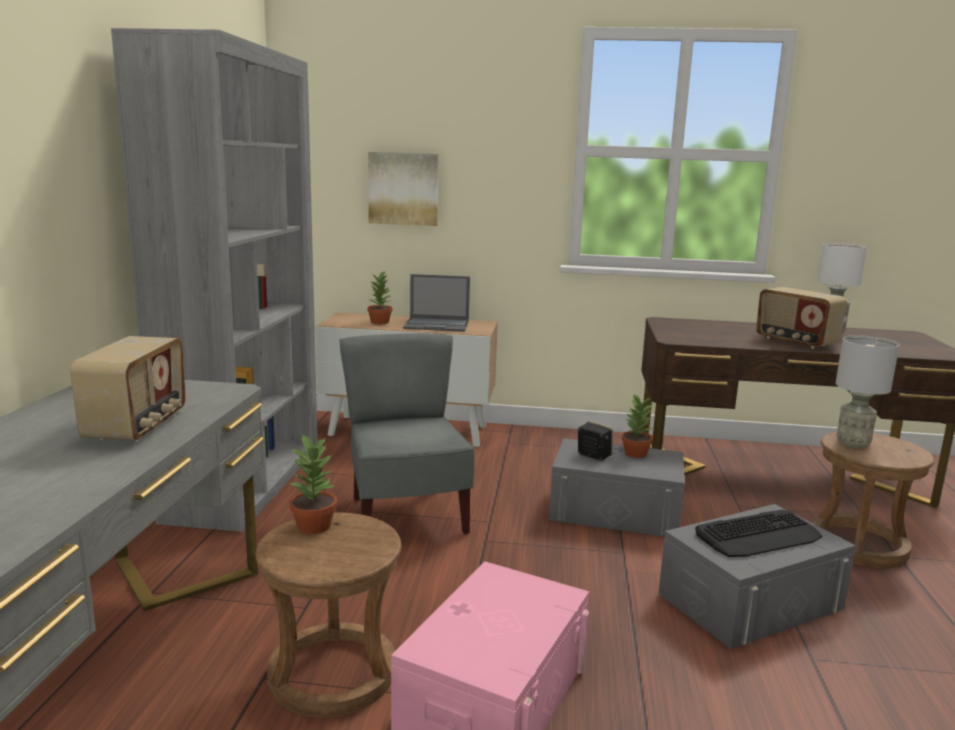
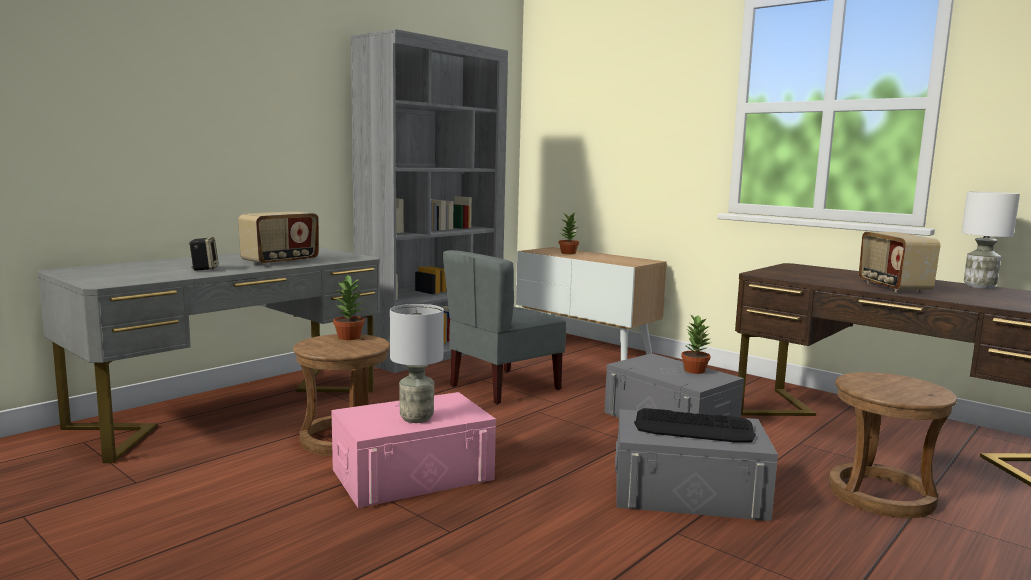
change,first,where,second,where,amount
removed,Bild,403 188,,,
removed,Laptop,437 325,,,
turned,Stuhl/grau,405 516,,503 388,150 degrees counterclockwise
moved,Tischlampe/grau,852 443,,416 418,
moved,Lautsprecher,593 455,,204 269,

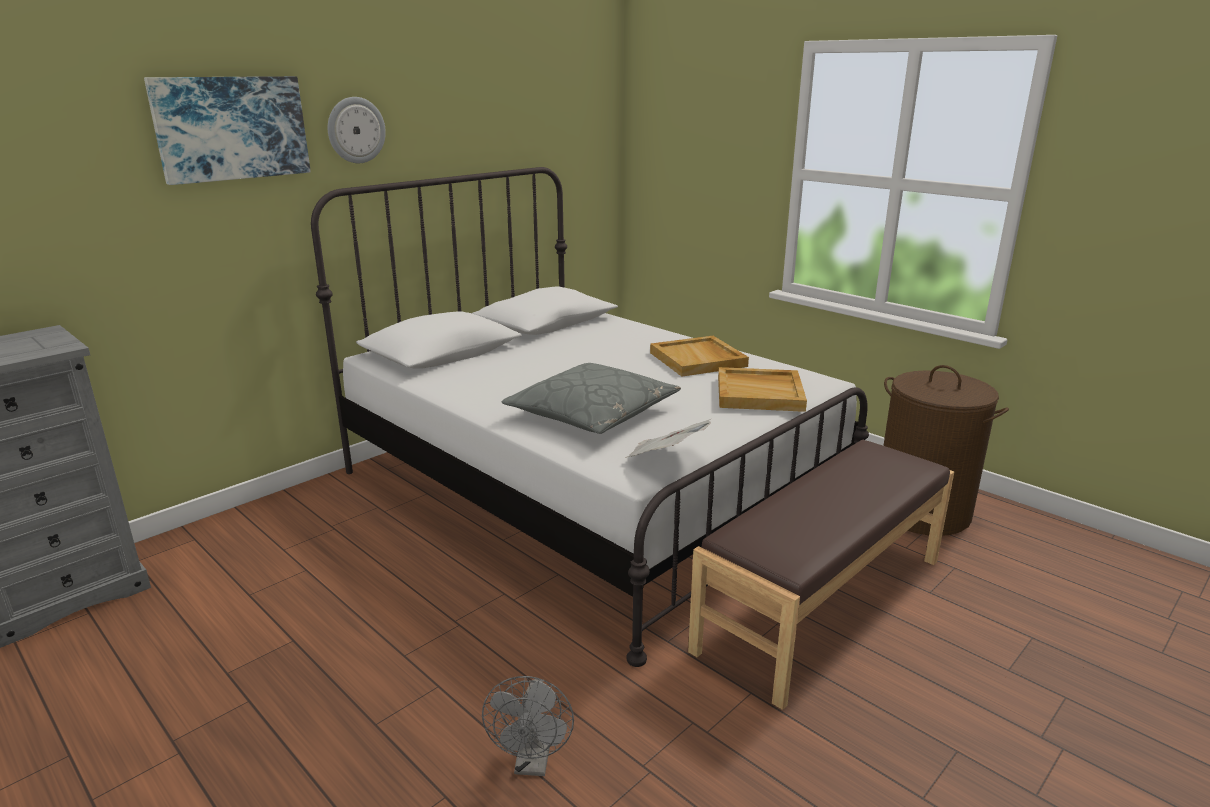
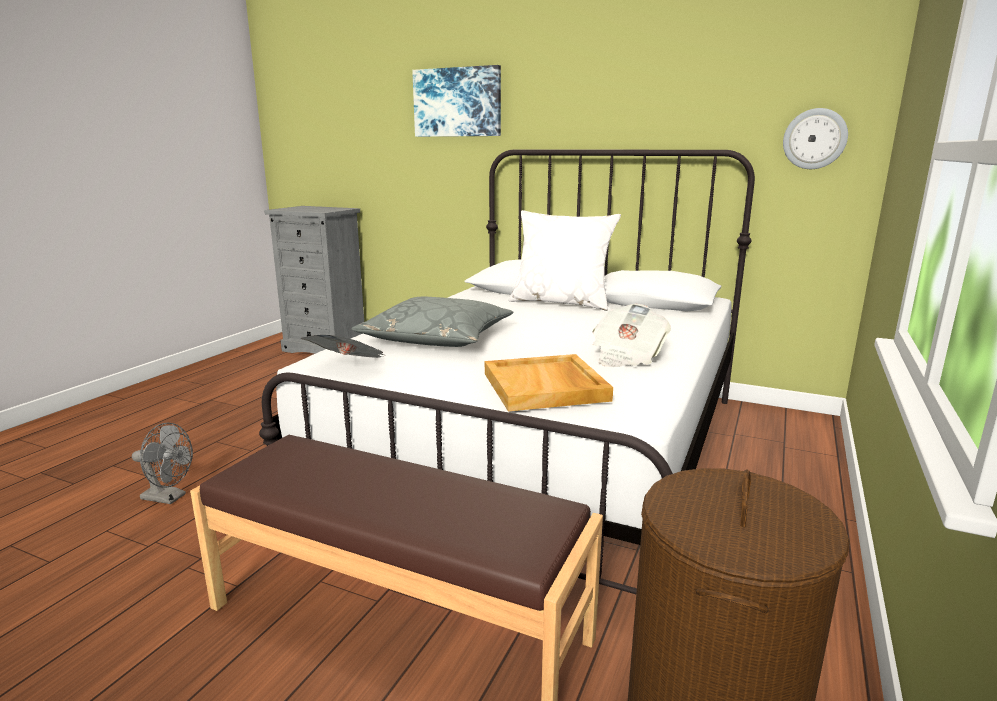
change,first,where,second,where,amount
moved,Wanduhr,356 130,,814 139,
replaced,Tablett/beige,699 359,Zeitung,626 356,
turned,Ventilator/grau,533 763,,169 497,150 degrees counterclockwise
added,,,Kissen/weiß,561 302,

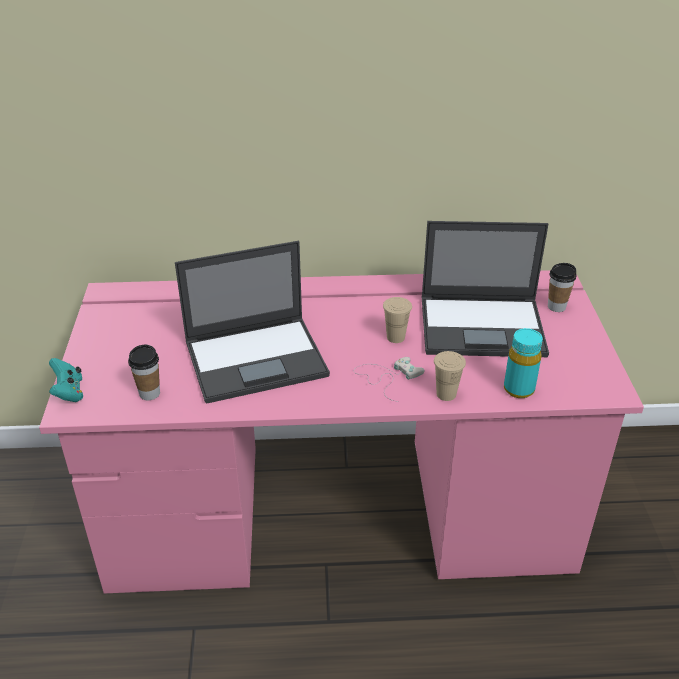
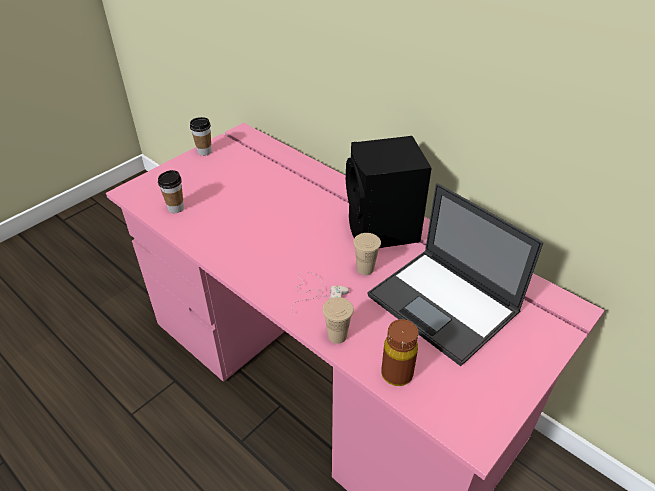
change,first,where,second,where,amount
removed,Laptop,257 358,,,
moved,Tasse,556 307,,204 151,
recoloured,Flasche/türkis,518 389,Flasche/braun,397 374,
removed,Gamepad/türkis,69 392,,,
added,,,Lautsprecher/schwarz,383 231,

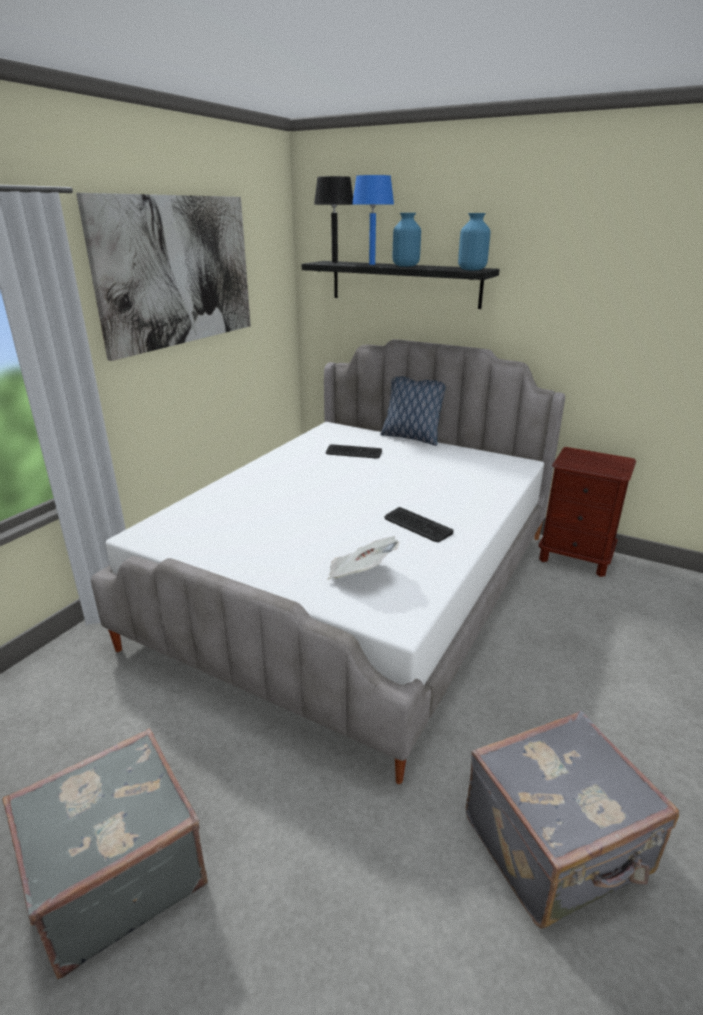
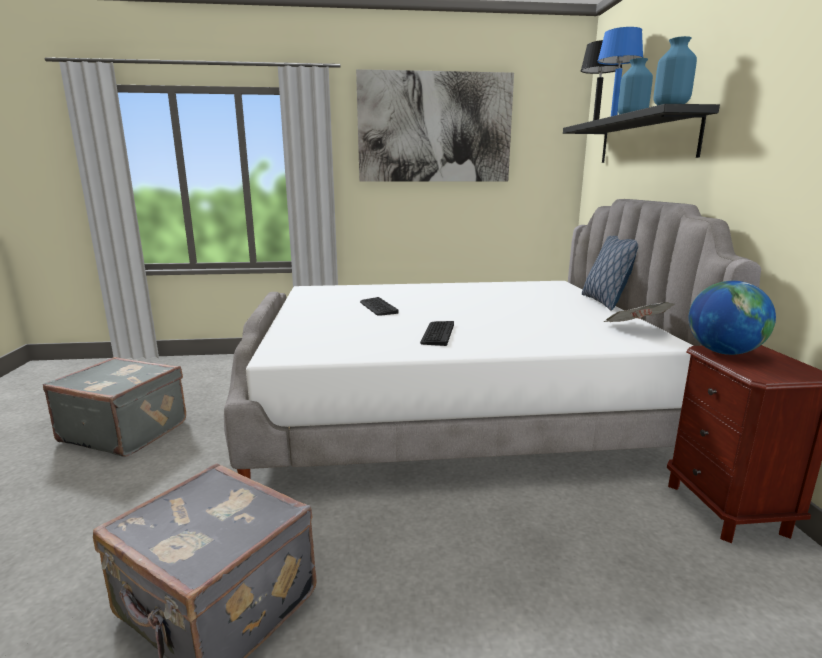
change,first,where,second,where,amount
moved,Tastatur,353 452,,378 307,
moved,Zeitung,360 574,,635 329,
added,,,Globus,723 352,

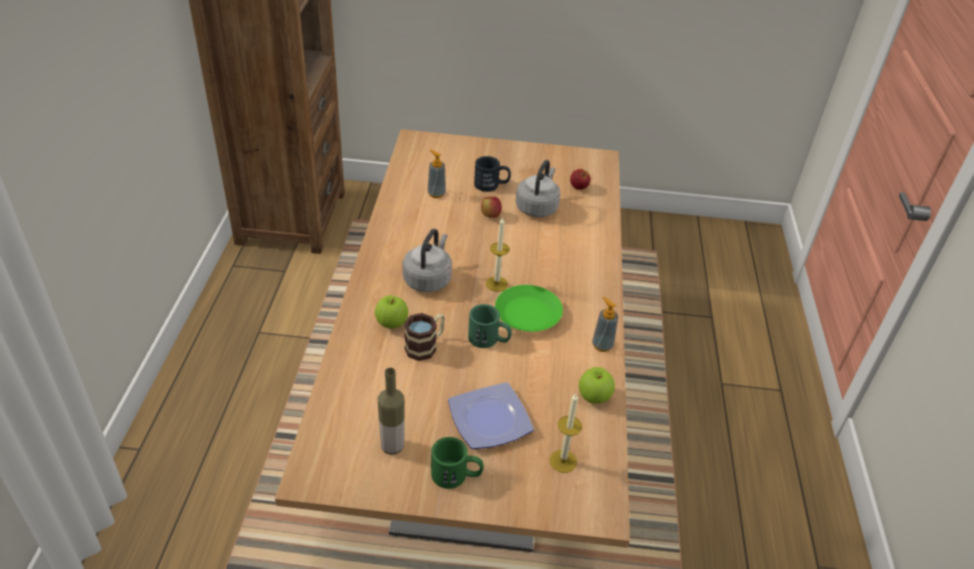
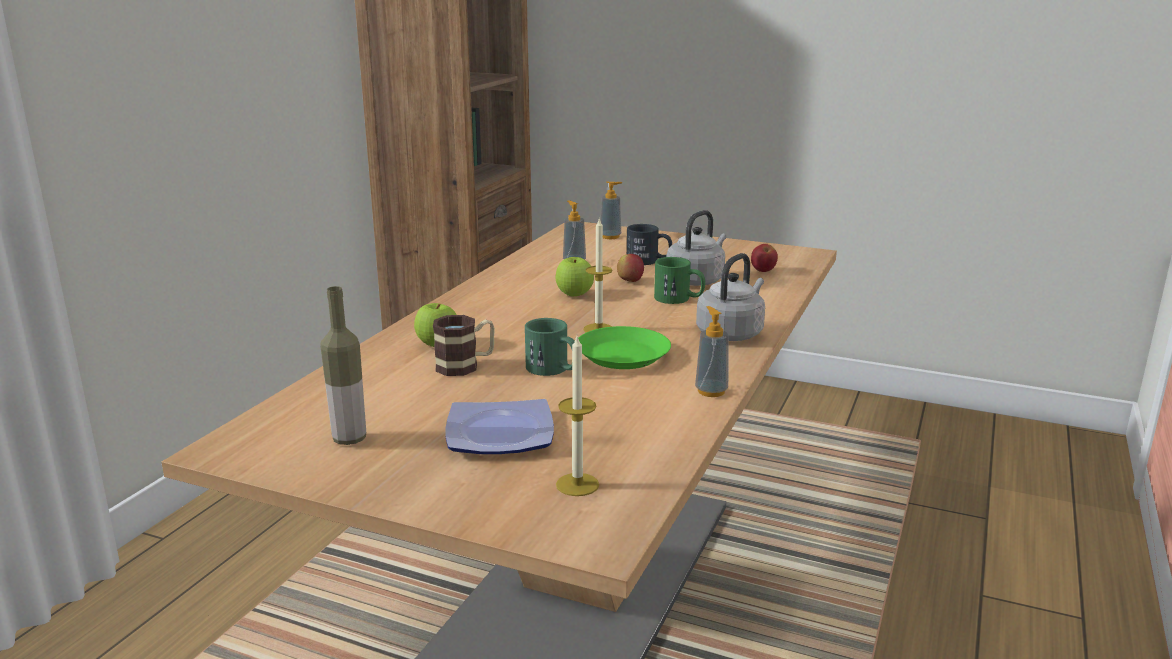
change,first,where,second,where,amount
moved,Wasserkessel/grau,428 279,,731 333,
moved,Apfel,594 397,,574 294,
moved,Henkelbecher/grün,456 475,,679 299,
added,,,Seifenspender,610 237,

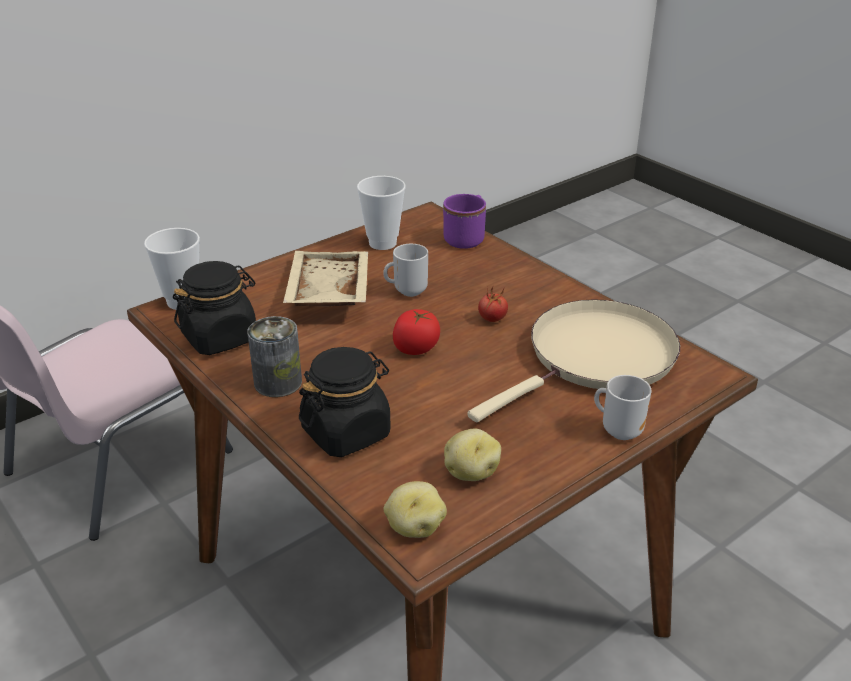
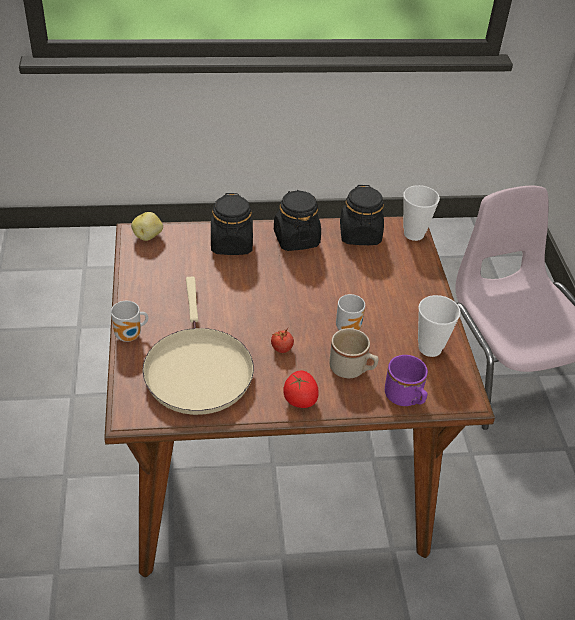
change,first,where,second,where,amount
removed,Tablett/beige,326 292,,,
moved,Tomate,416 348,,299 399,
replaced,Dose,278 382,Vorratsglas/schwarz,296 238,
removed,Kartoffel,470 472,,,
added,,,Henkelbecher/beige,352 369,

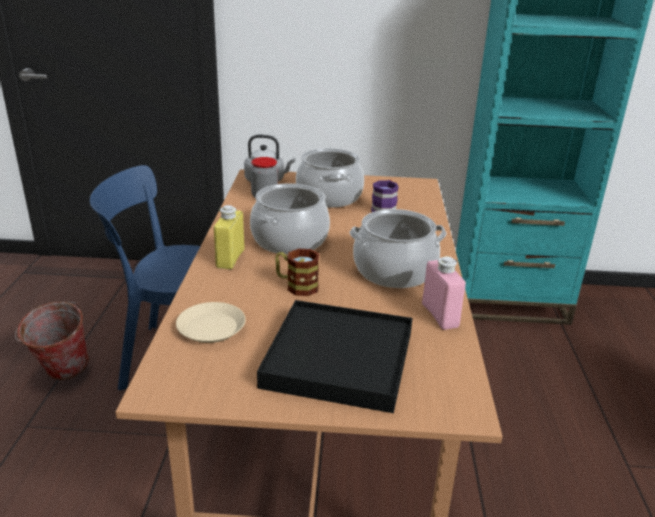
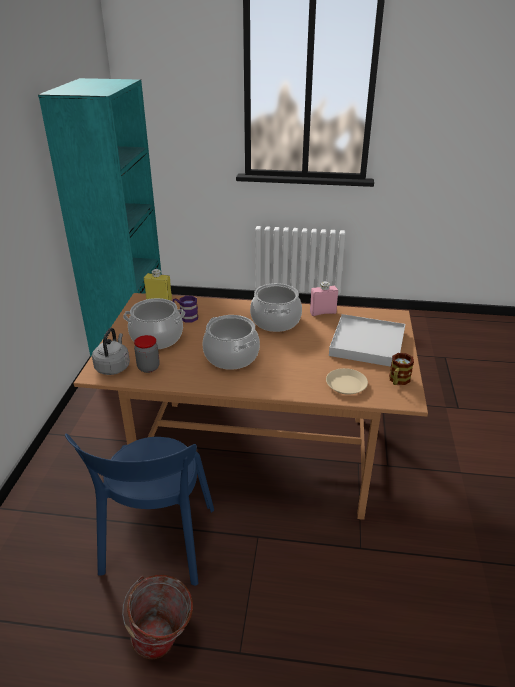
change,first,where,second,where,amount
moved,Flasche/gelb,230 259,,159 299,
moved,Henkelbecher,296 286,,398 381,
recoloured,Tablett/schwarz,339 359,Tablett/weiß,367 343,

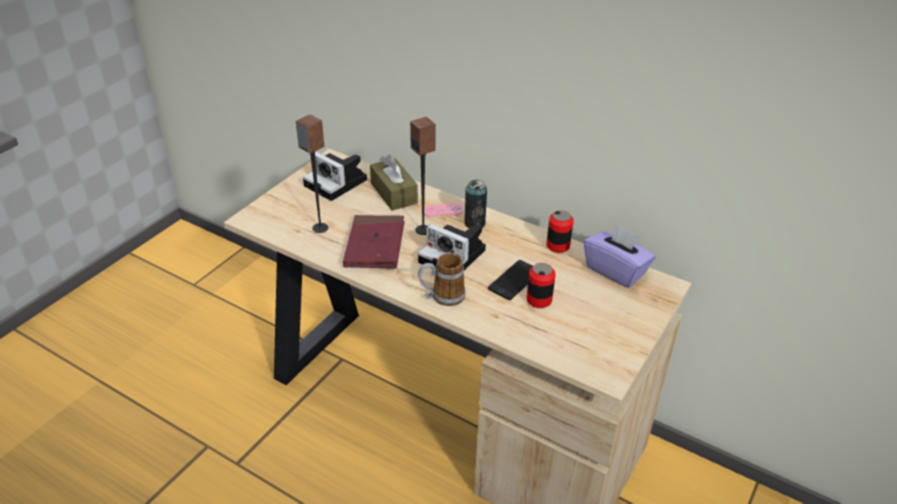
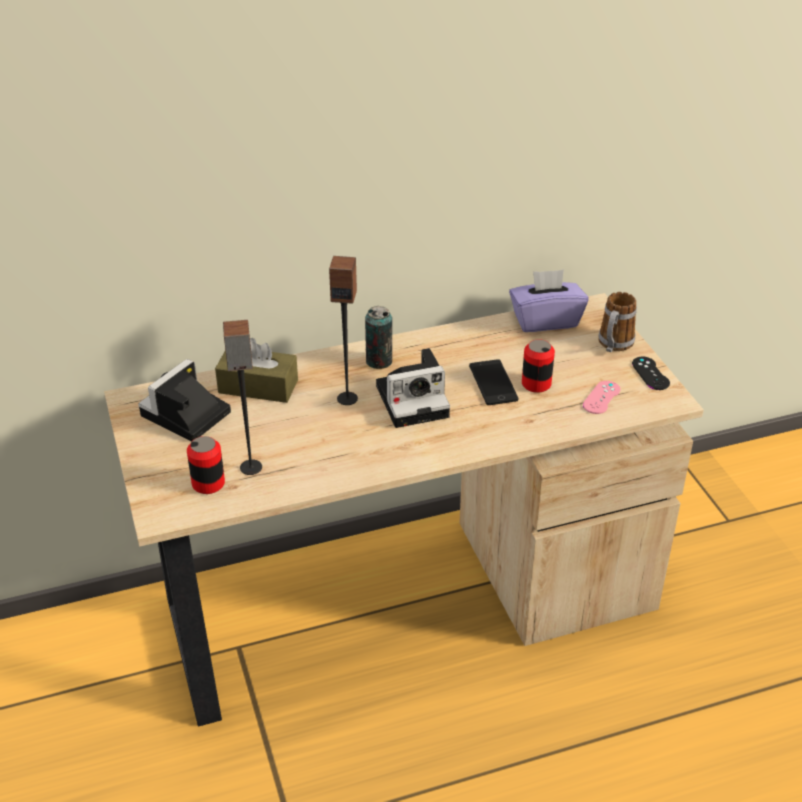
change,first,where,second,where,amount
turned,Kamera,338 183,,184 416,135 degrees clockwise
moved,Gamepad/rosa,443 210,,601 397,
moved,Dose,558 246,,208 483,
removed,Buch/rot,375 245,,,
moved,Henkelbecher,441 297,,613 345,
added,,,Gamepad/schwarz,650 373,

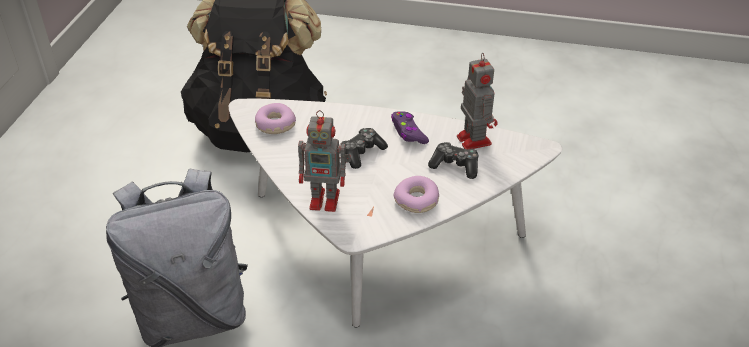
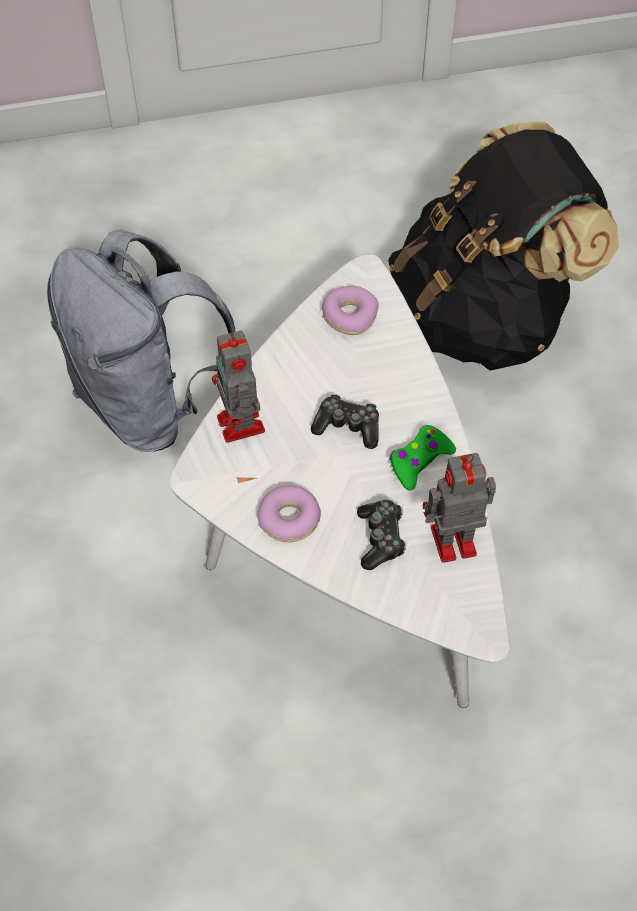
change,first,where,second,where,amount
turned,Spielzeugroboter,473 139,,450 541,150 degrees counterclockwise
recoloured,Gamepad/lila,408 132,Gamepad/grün,419 461,

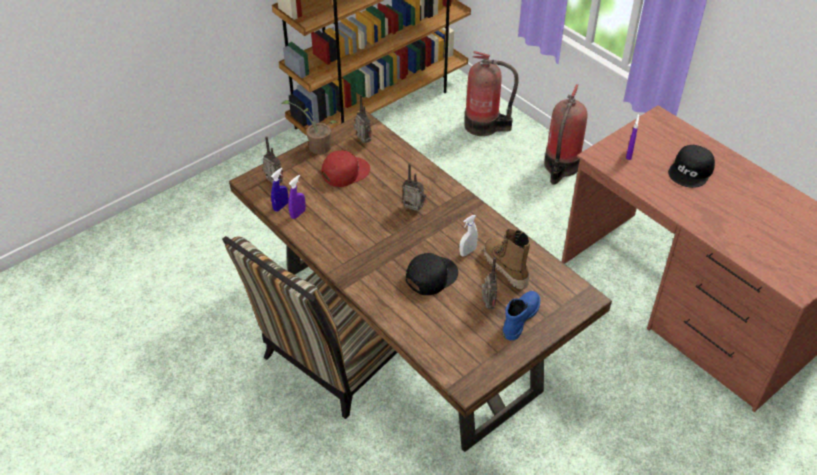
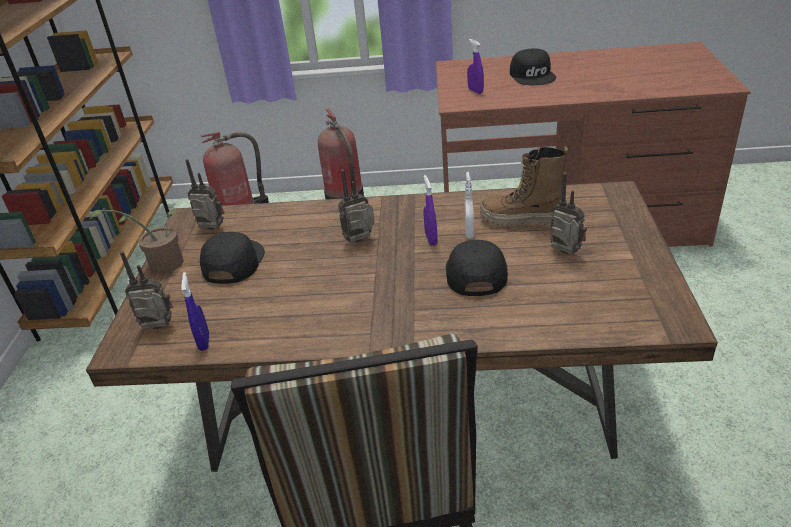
change,first,where,second,where,amount
recoloured,Kappe/rot,345 171,Kappe/schwarz,232 262,
moved,Sprühflasche/lila,298 214,,431 239,
removed,Stiefel/blau,520 317,,,

